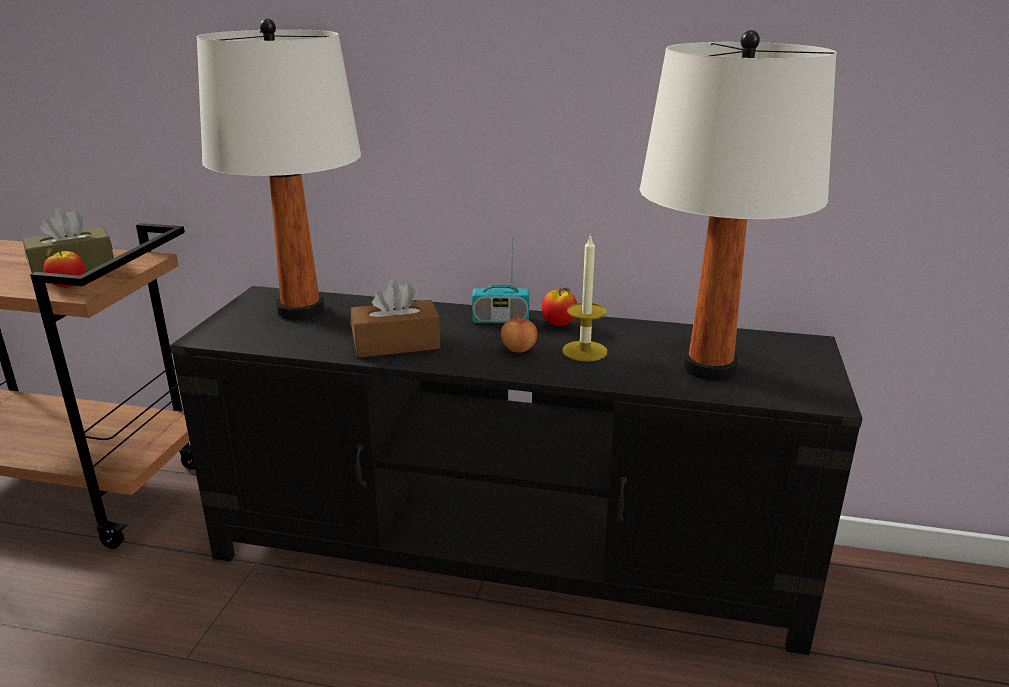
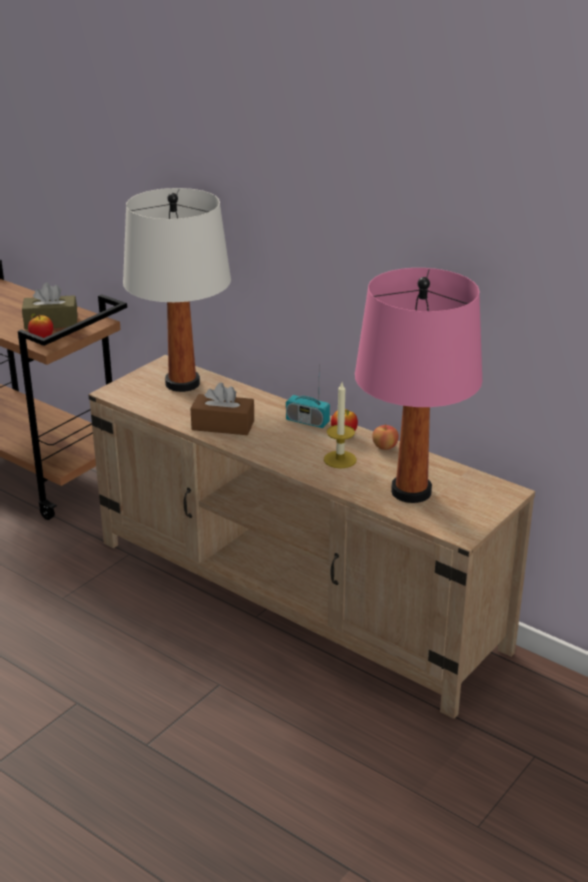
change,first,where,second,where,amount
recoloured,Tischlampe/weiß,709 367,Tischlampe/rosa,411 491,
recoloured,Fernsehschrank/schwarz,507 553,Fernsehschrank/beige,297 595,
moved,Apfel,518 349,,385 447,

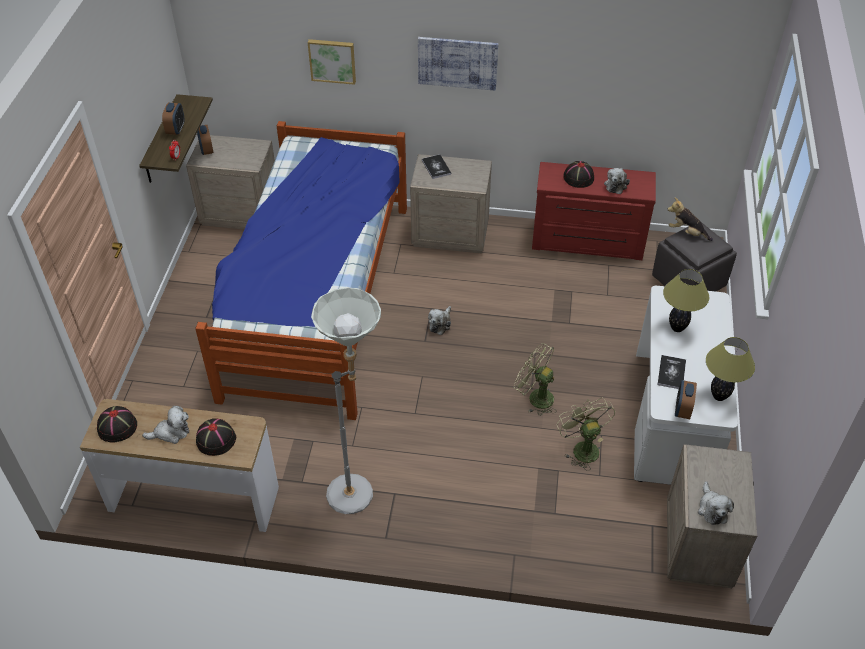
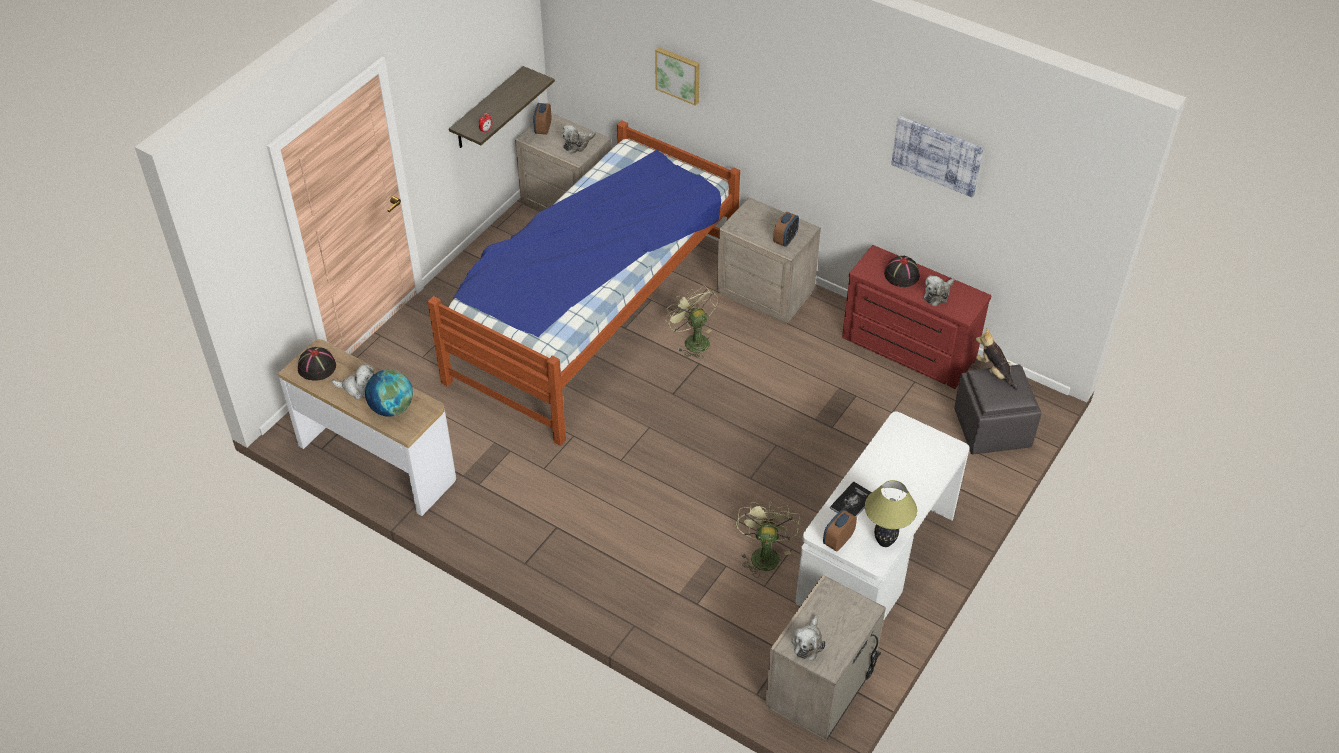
change,first,where,second,where,amount
moved,Bild,457 62,,937 155,
moved,Wecker,176 129,,785 240,
removed,Buch,436 167,,,
removed,Tischlampe,677 328,,,
removed,Stehlampe/grau,359 490,,,
moved,Plüschtier,440 324,,577 144,
moved,Ventilator/grün,535 397,,692 340,
replaced,Hut/schwarz,215 439,Globus,392 408,

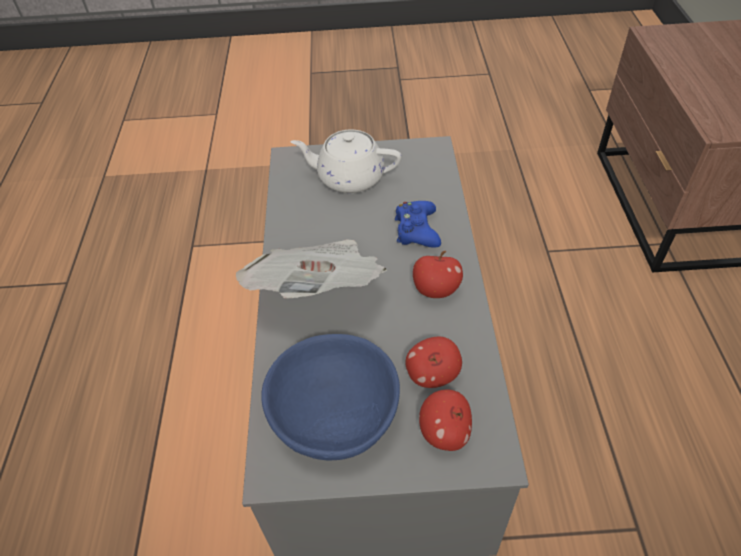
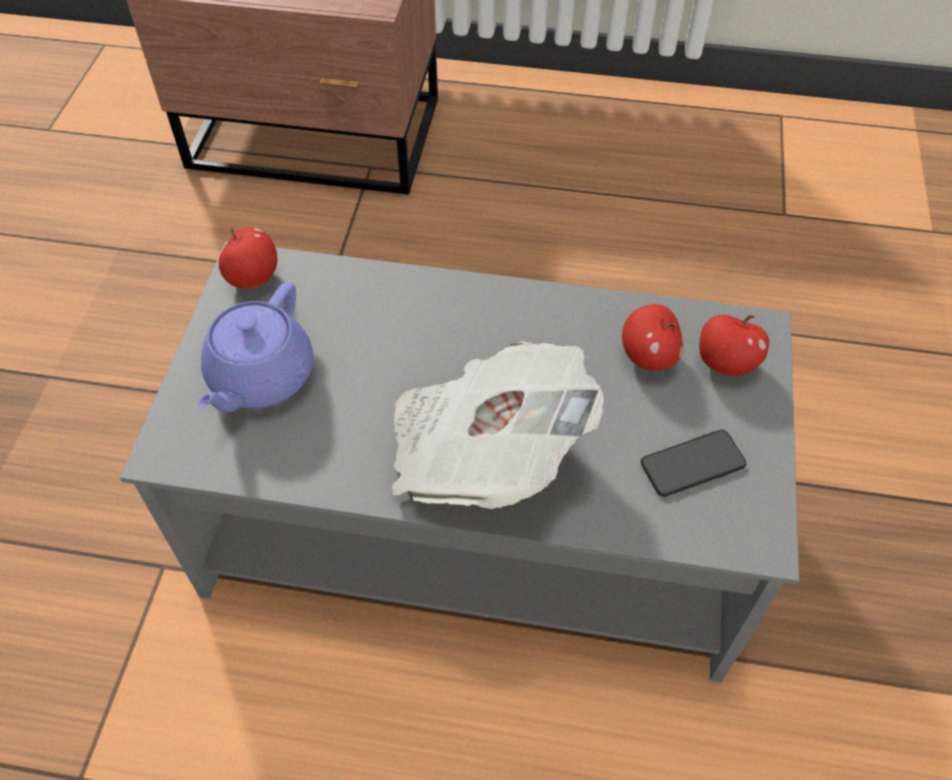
change,first,where,second,where,amount
recoloured,Teekanne/weiß,349 178,Teekanne/lila,260 377,
removed,Gamepad/blau,417 230,,,
moved,Apfel,436 290,,253 278,
replaced,Schüssel/blau,335 417,Handy,692 464,

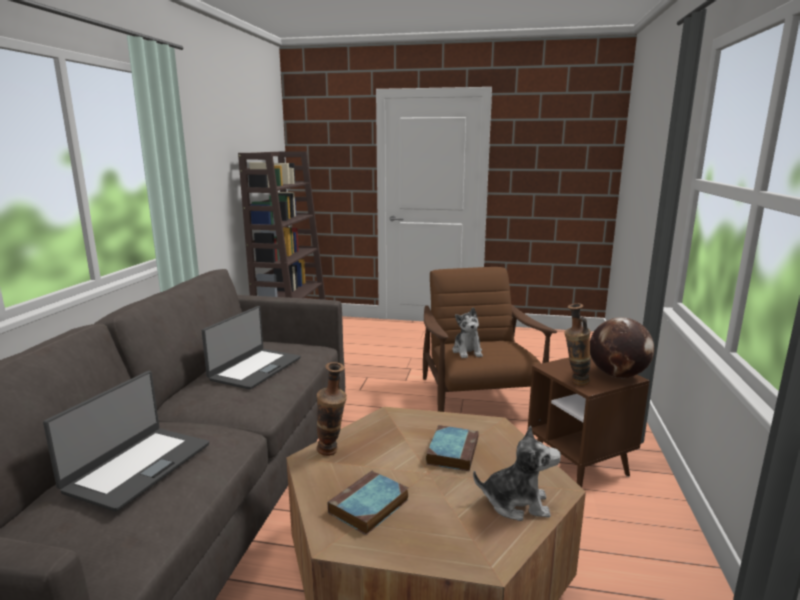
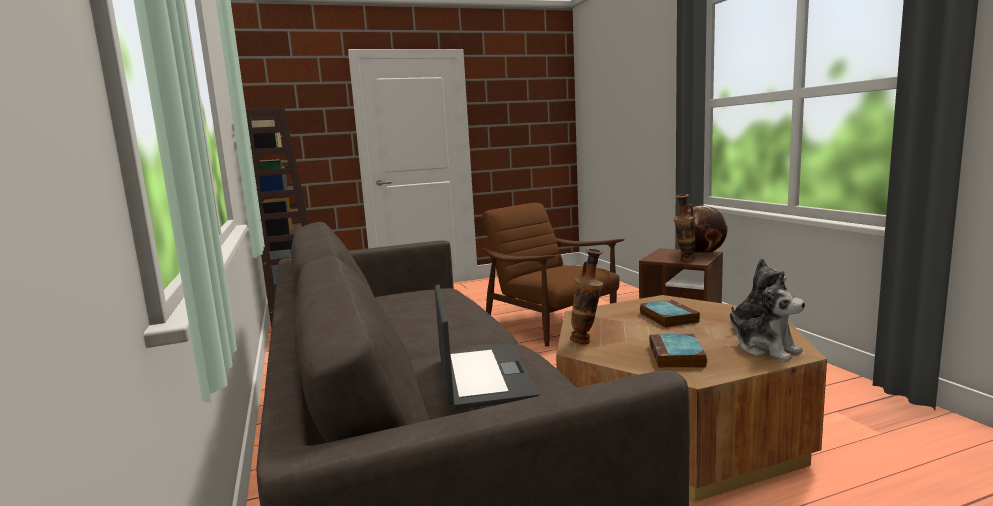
change,first,where,second,where,amount
removed,Laptop,255 368,,,
moved,Plüschtier,467 351,,767 350,

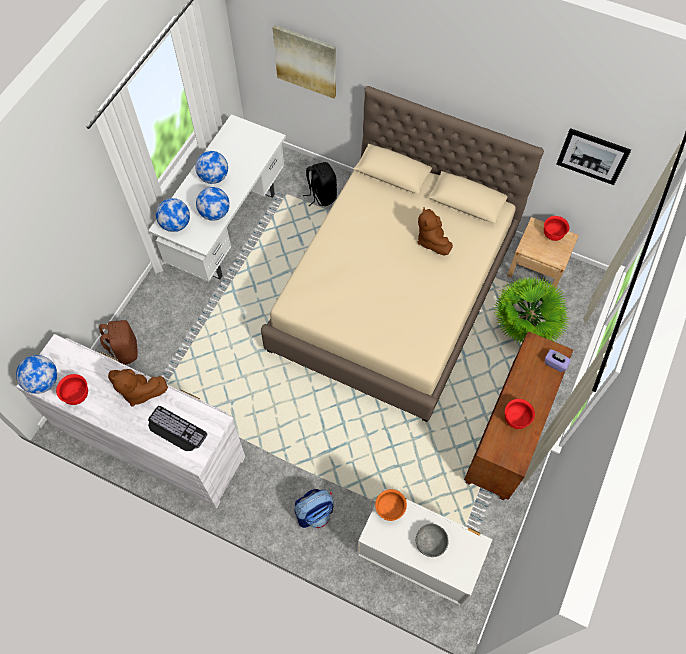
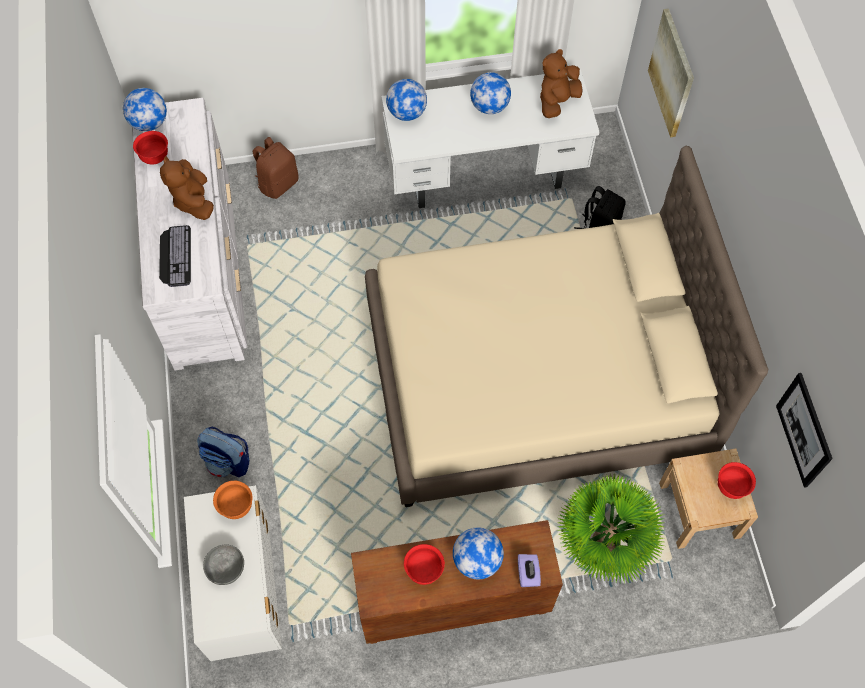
change,first,where,second,where,amount
moved,Globus,215 213,,477 560,
moved,Plüschtier/braun,431 240,,557 101,

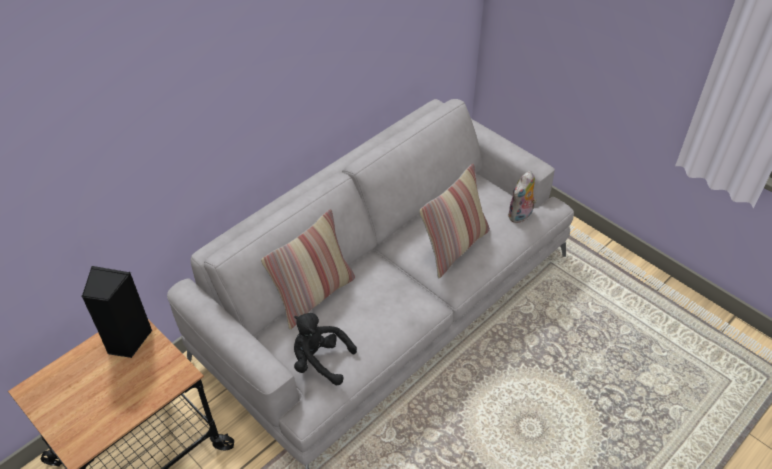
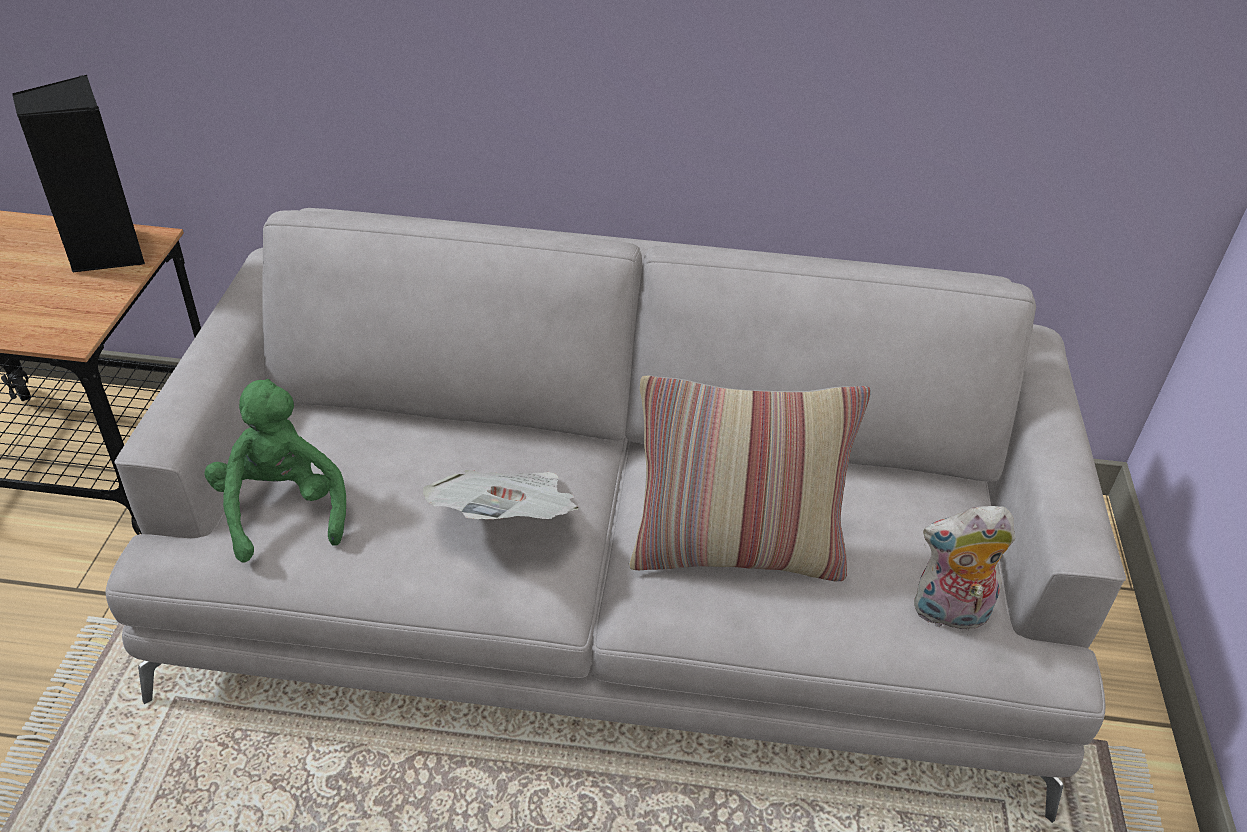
change,first,where,second,where,amount
removed,Kissen,314 296,,,
recoloured,Plüschtier/schwarz,320 361,Plüschtier/grün,282 509,
added,,,Zeitung,508 521,

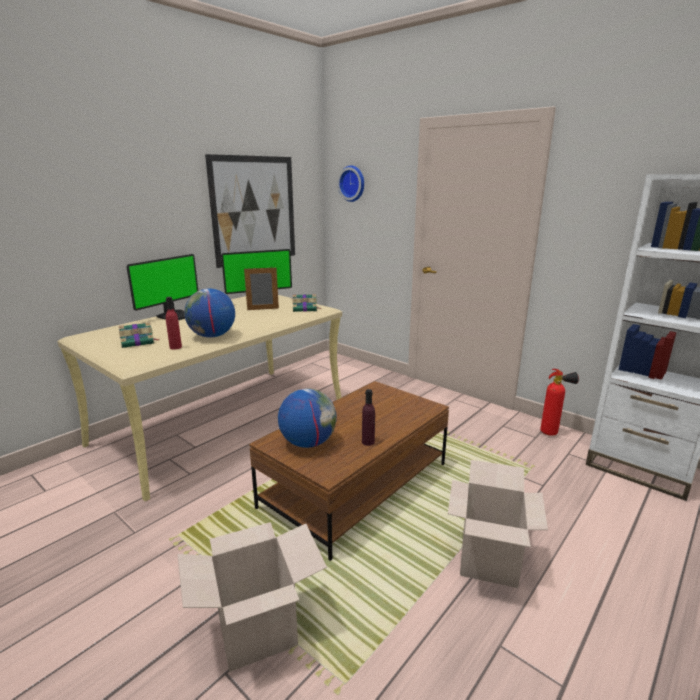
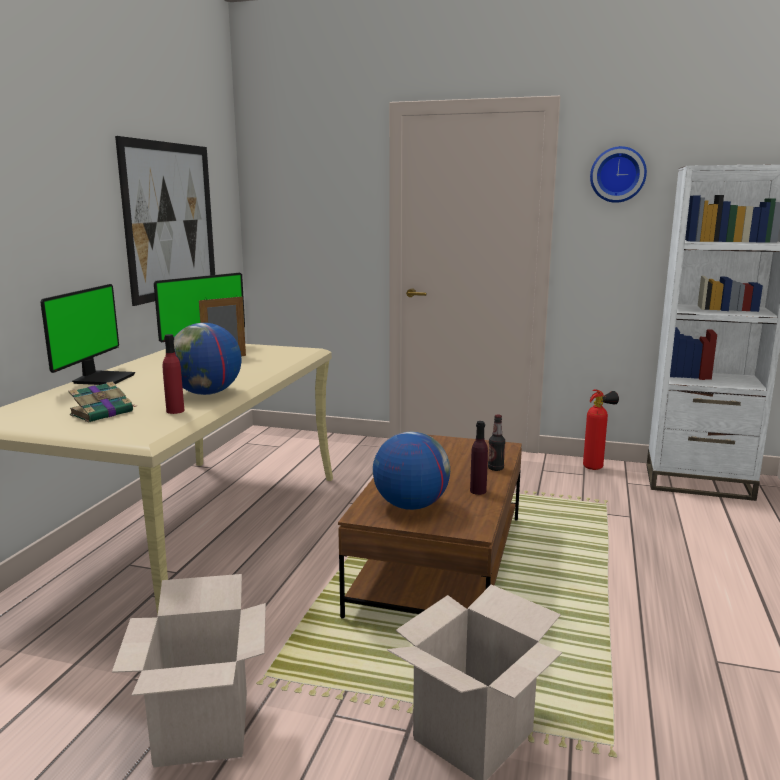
change,first,where,second,where,amount
moved,Wanduhr,353 183,,617 174,
removed,Buch,305 309,,,
moved,Karton,488 560,,202 728,
added,,,Flasche,495 468,

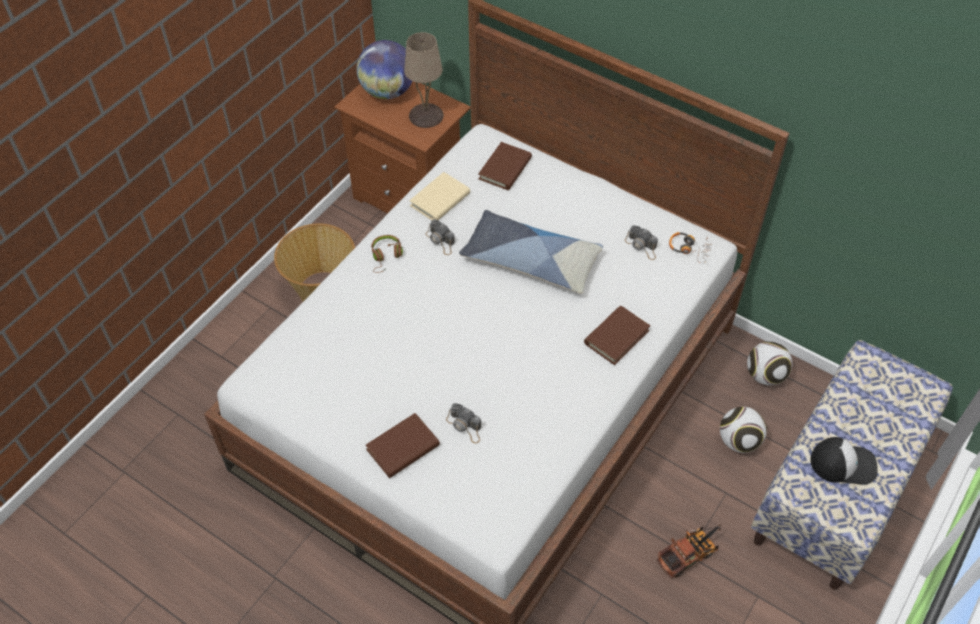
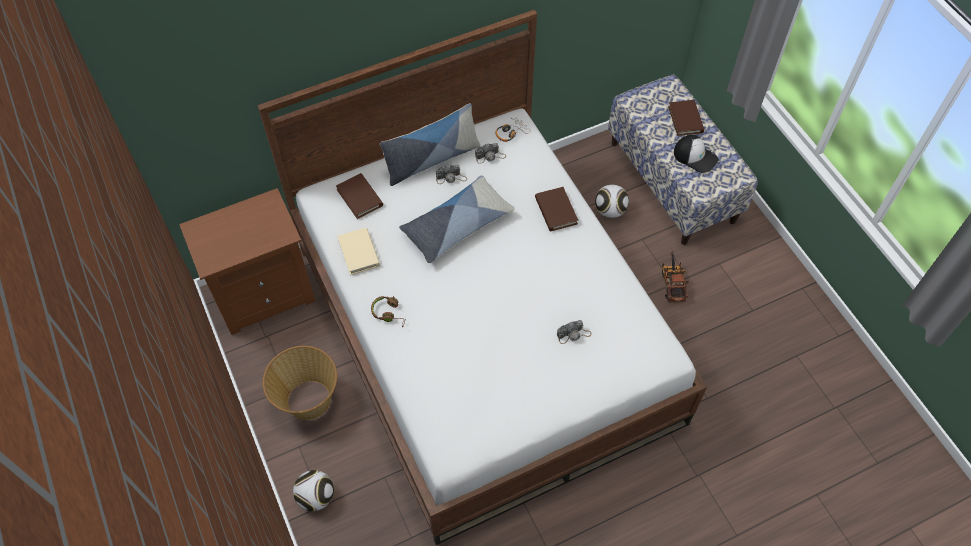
change,first,where,second,where,amount
removed,Tischlampe/beige,426 116,,,
removed,Globus,387 91,,,
moved,Kamera,441 241,,451 178,
moved,Fußball,765 375,,316 497,
moved,Buch/braun,403 448,,685 119,
turned,Kappe,843 463,,695 156,90 degrees clockwise
added,,,Kissen,431 160,

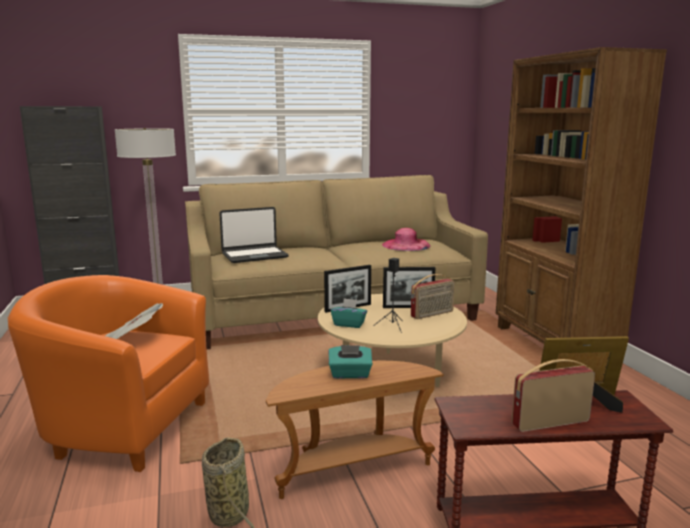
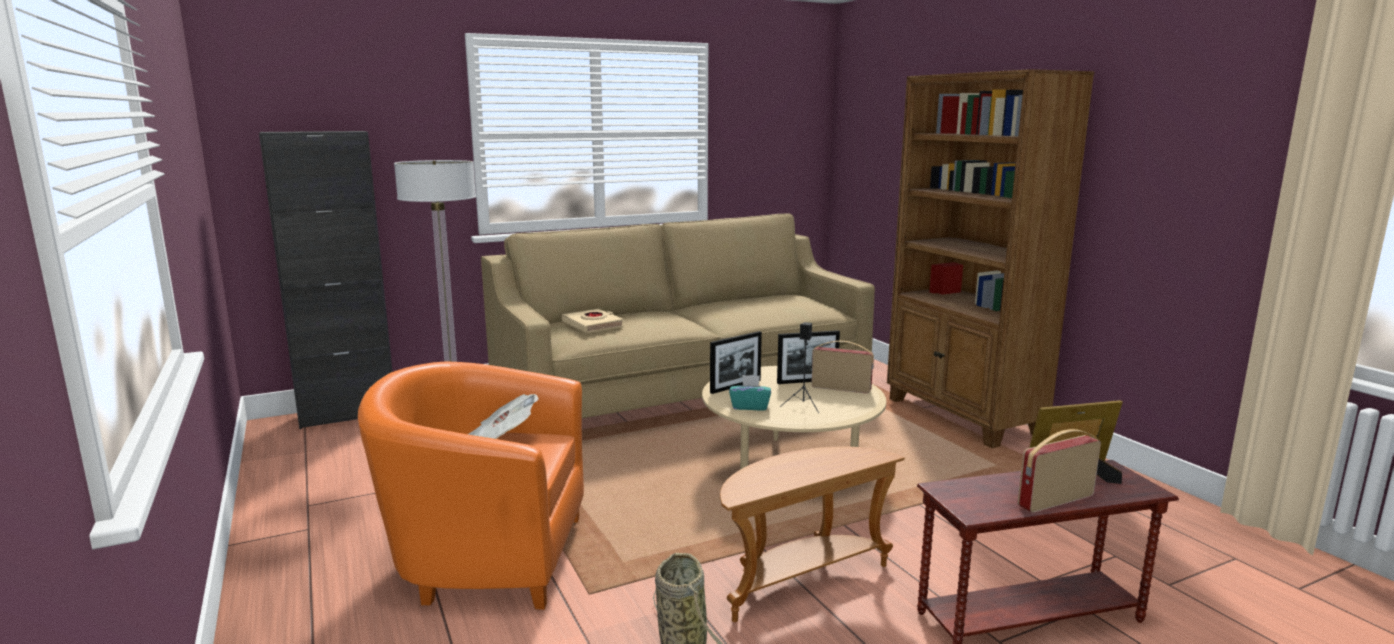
change,first,where,second,where,amount
replaced,Laptop,254 255,Buch/beige,593 325,
removed,Hut/rosa,406 245,,,
turned,Radio,432 314,,841 388,120 degrees counterclockwise
removed,Taschentuchbox/türkis,350 374,,,

